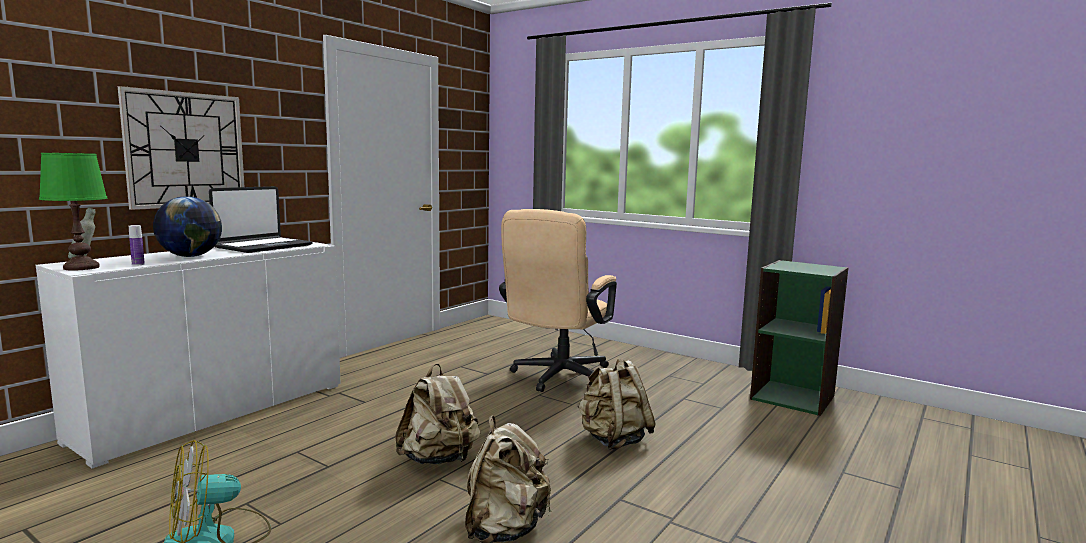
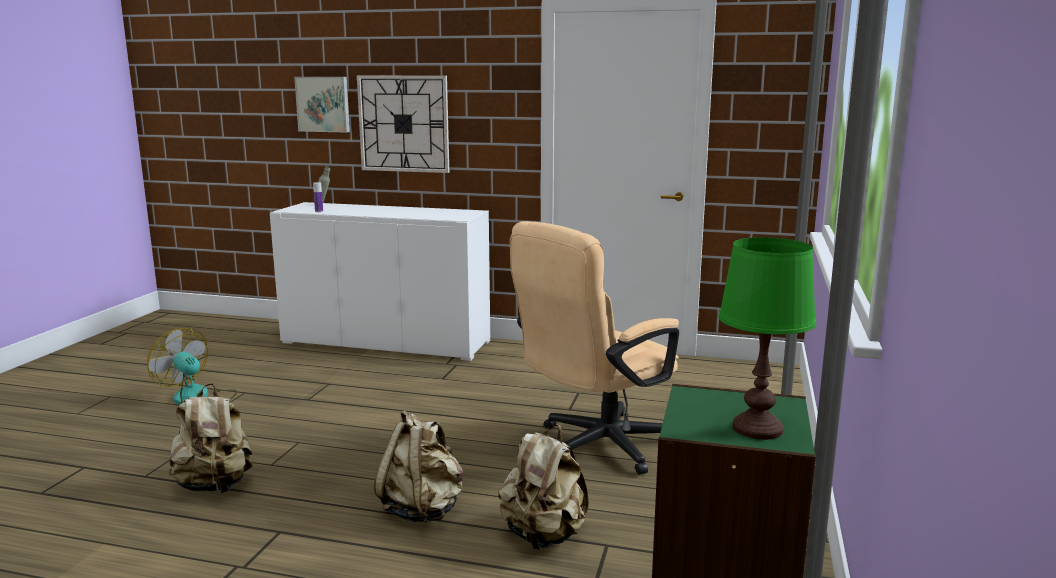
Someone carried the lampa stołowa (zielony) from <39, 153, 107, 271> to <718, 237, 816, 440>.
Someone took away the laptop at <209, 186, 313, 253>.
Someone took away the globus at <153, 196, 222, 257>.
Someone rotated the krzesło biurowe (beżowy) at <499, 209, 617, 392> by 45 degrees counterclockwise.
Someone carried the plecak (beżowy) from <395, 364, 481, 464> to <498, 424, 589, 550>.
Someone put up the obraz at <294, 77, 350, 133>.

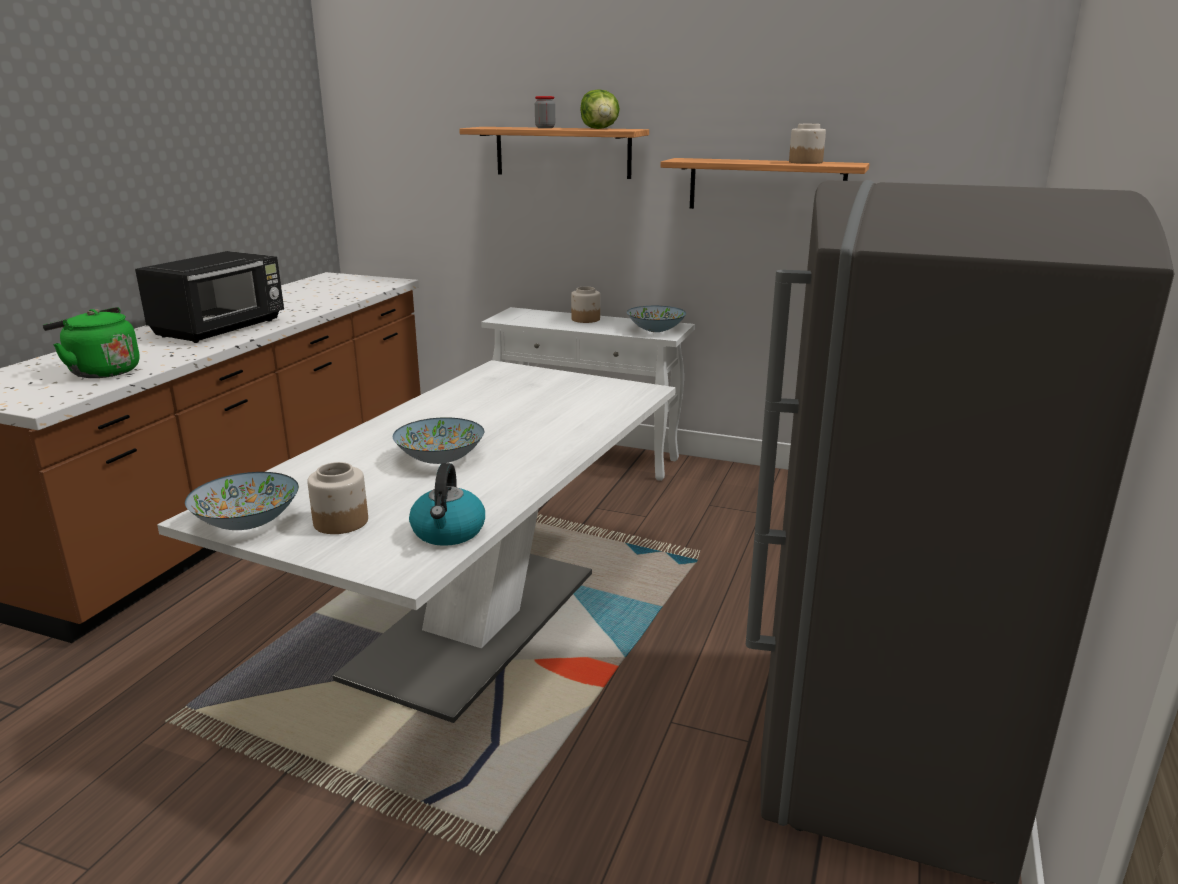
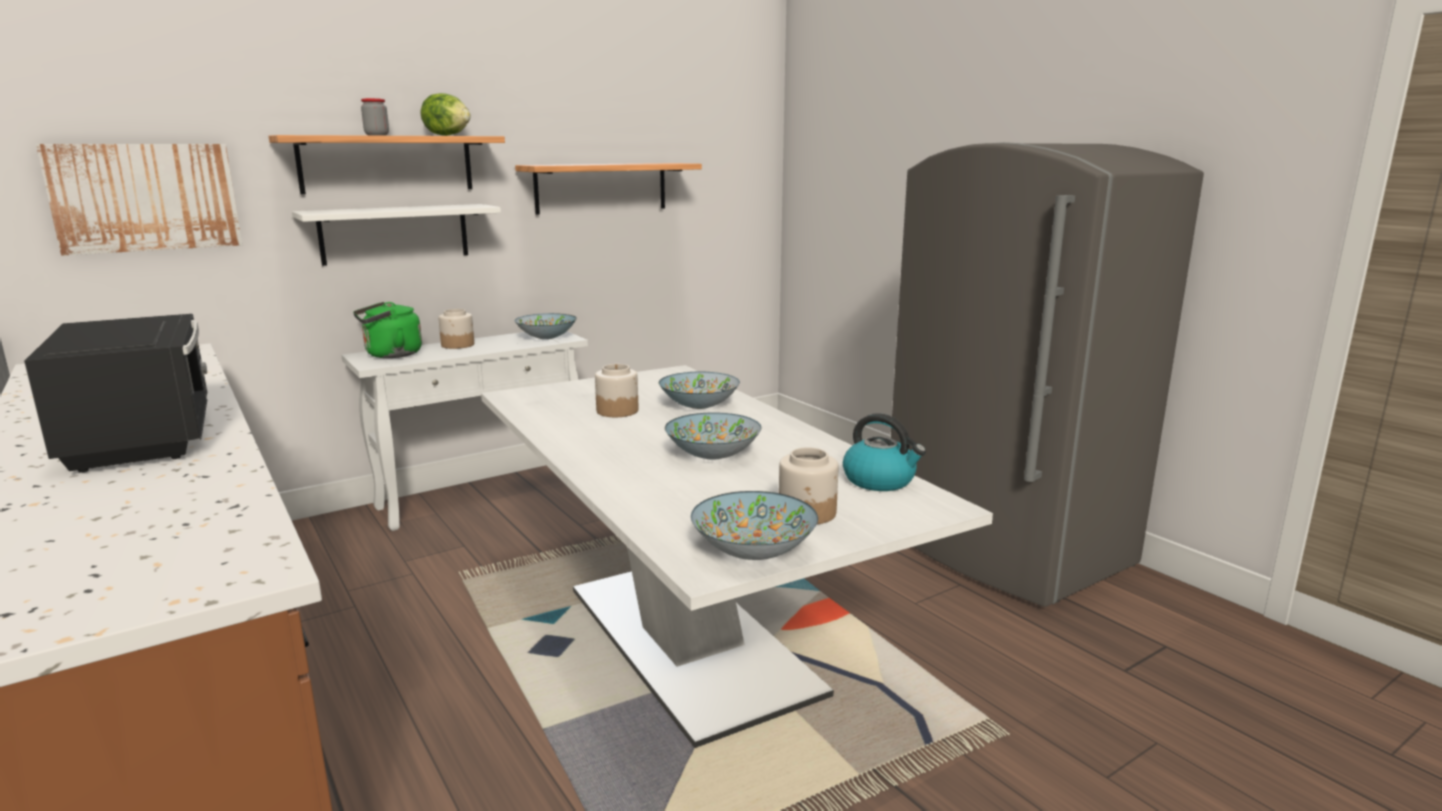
Someone carried the słoik from <789, 124, 826, 164> to <595, 364, 638, 417>.
Someone carried the czajnik (zielony) from <42, 307, 139, 378> to <353, 302, 422, 358>.
Someone put up the obraz at <36, 144, 242, 256>.
Someone put up the półka (biały) at <292, 204, 501, 266>.
Someone put down the miska at <659, 372, 740, 409>.

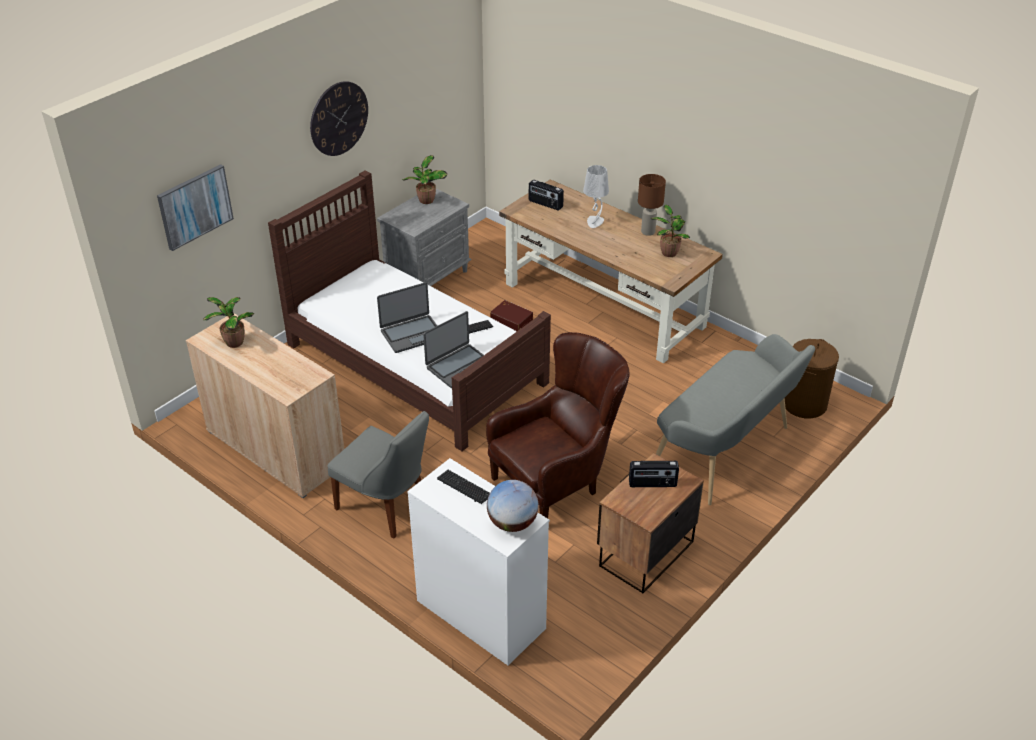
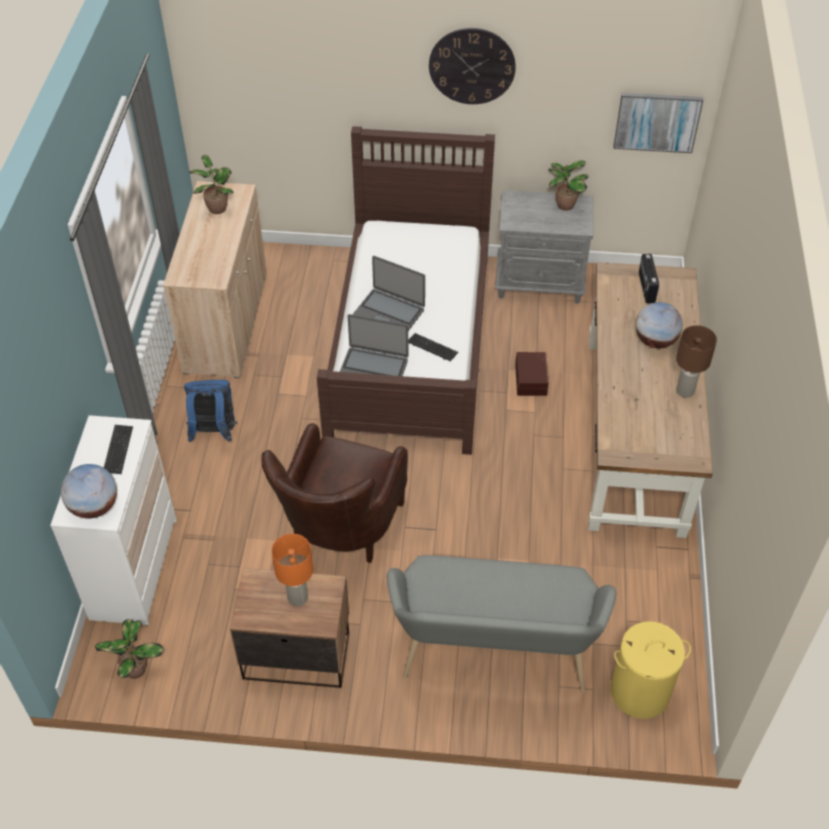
Someone carried the obraz from <157, 164, 234, 251> to <614, 93, 703, 153>.
Someone swapped the lampa stołowa (szary) at <583, 165, 609, 228> for the globus at <636, 302, 683, 348>.
Someone carried the roślina doniczkowa from <651, 205, 690, 257> to <95, 619, 164, 679>.
Someone rotated the fotel (brązowy) at <486, 332, 630, 518> by 90 degrees clockwise.
Someone repainted the kosz na pranie (brązowy) at <785, 339, 839, 419>, which became the kosz na pranie (żółty) at <610, 621, 691, 719>.
Someone swapped the krzesło (szary) at <328, 411, 429, 538> for the plecak (niebieski) at <184, 380, 237, 442>.
Someone swapped the radio at <629, 461, 679, 487> for the lampa stołowa (pomarańczowy) at <272, 534, 313, 606>.

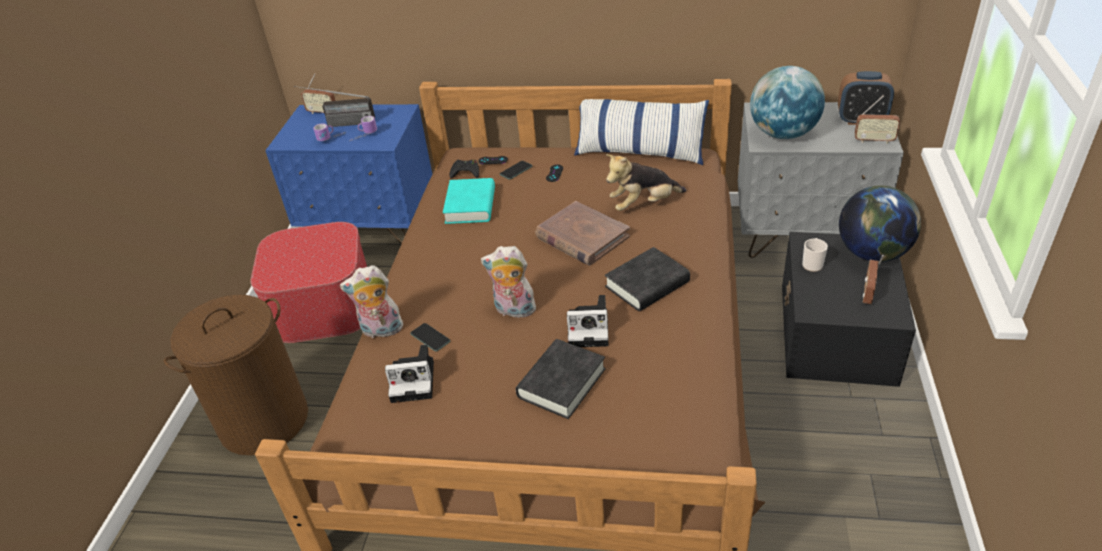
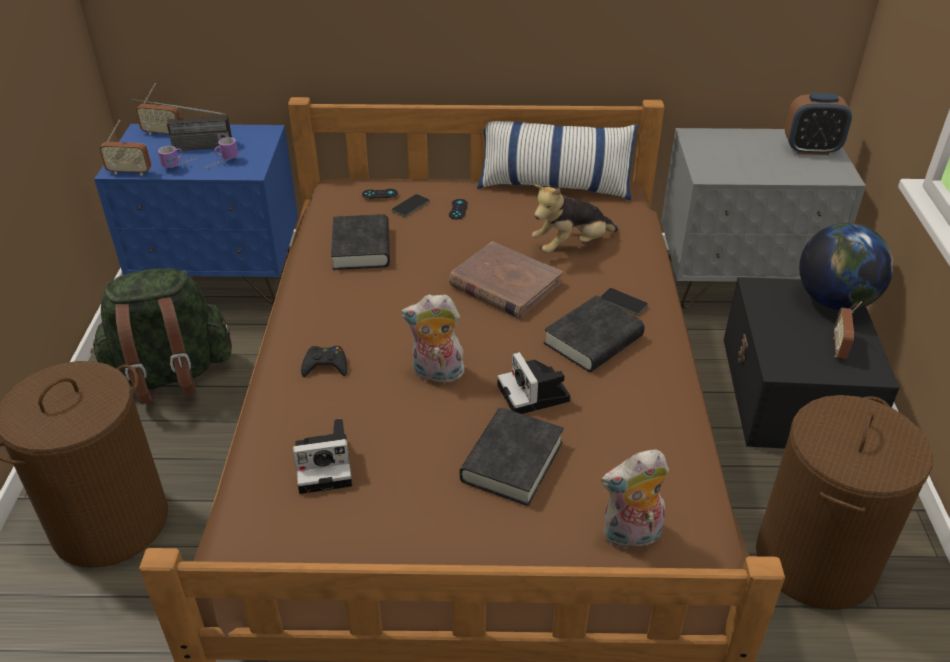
Someone took away the globus at <750, 66, 825, 139>.
Someone carried the radio from <855, 95, 900, 144> to <99, 120, 151, 176>.
Someone carried the pad do gier (czarny) from <449, 160, 479, 179> to <301, 346, 348, 377>.
Someone repainted the książka (turkusowy) at <443, 178, 495, 224>, which became the książka (czarny) at <331, 214, 390, 270>.
Someone swapped the pufa at <251, 222, 367, 343> for the plecak (zielony) at <90, 269, 232, 404>.
Someone took away the kubek at <802, 238, 828, 272>.
Someone carried the pluszak from <340, 265, 403, 338> to <601, 450, 669, 550>.
Someone rotated the aparat fotograficzny at <567, 295, 608, 347> by 75 degrees clockwise.
Someone carried the telefon from <411, 323, 450, 351> to <600, 288, 648, 315>.
Someone put down the kosz na pranie (brązowy) at <756, 395, 933, 610>.

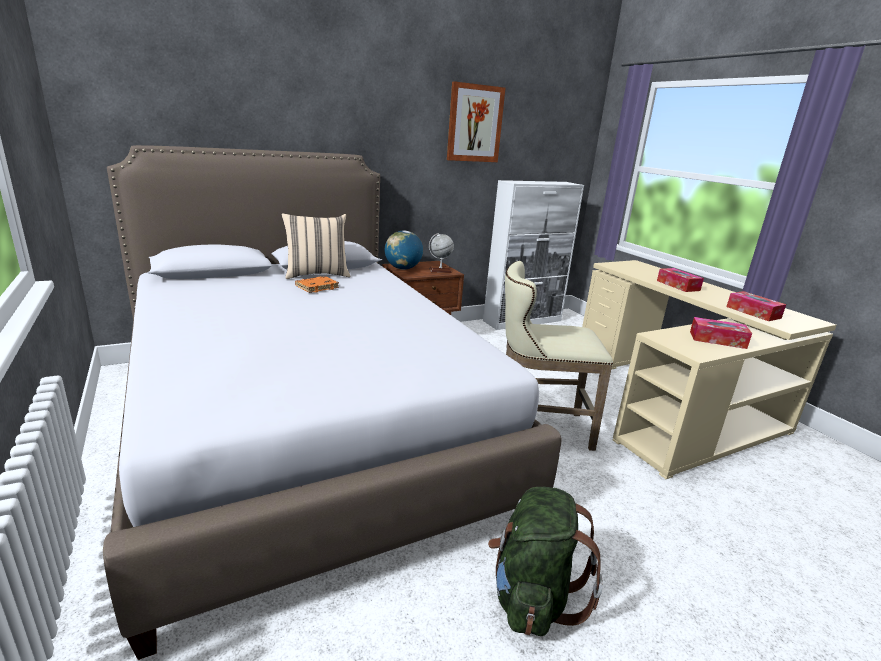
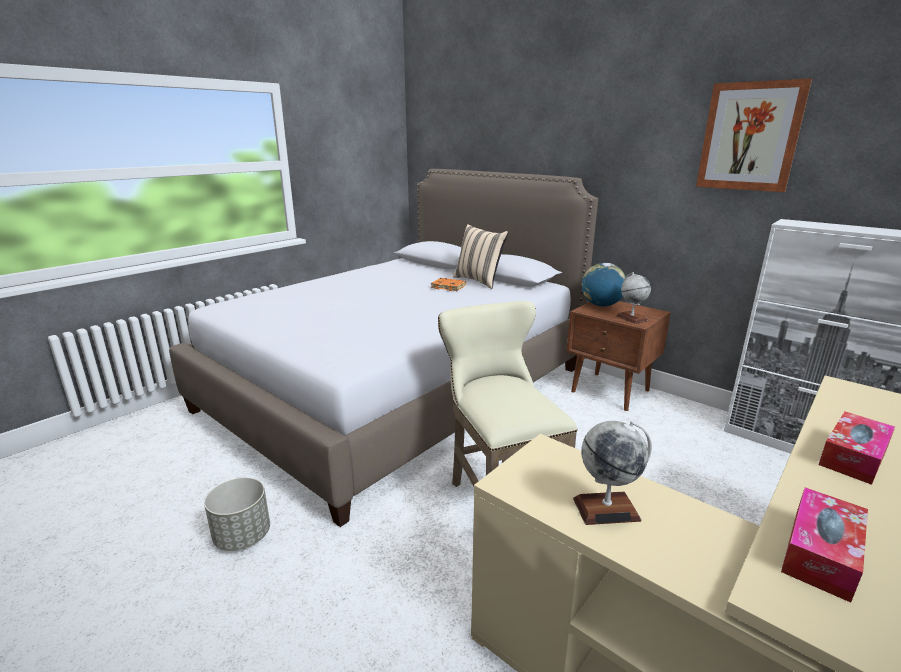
Someone swapped the pudełko chusteczek at <690, 317, 752, 349> for the globus at <573, 421, 652, 525>.
Someone swapped the plecak (zielony) at <488, 487, 603, 636> for the donica (szary) at <204, 477, 270, 551>.

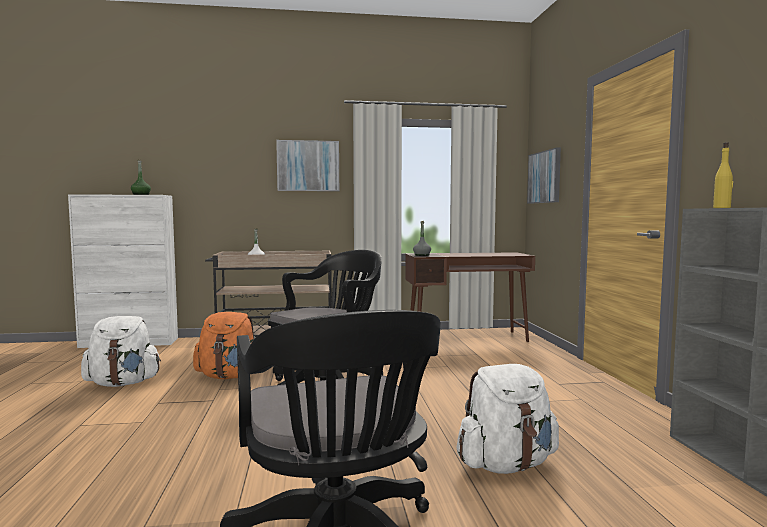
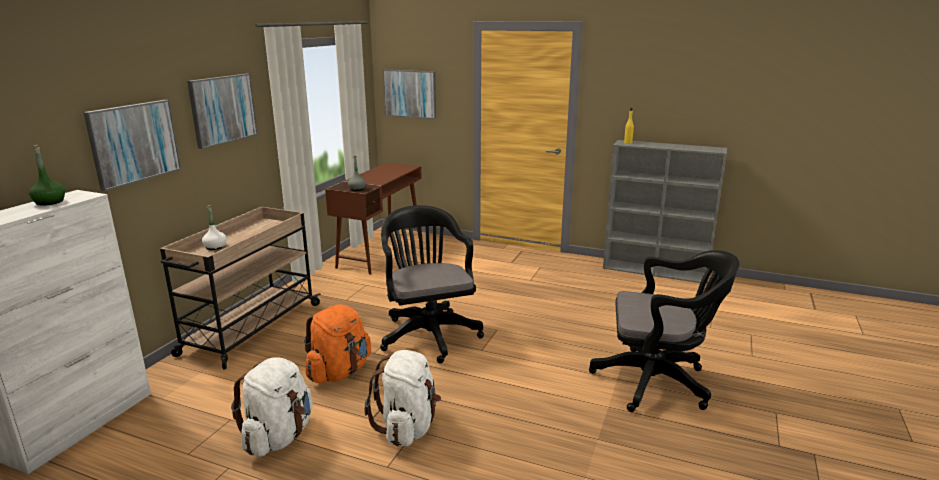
Someone carried the plecak (biały) from <457, 364, 559, 474> to <364, 350, 441, 446>.
Someone put up the obraz at <83, 100, 181, 191>.

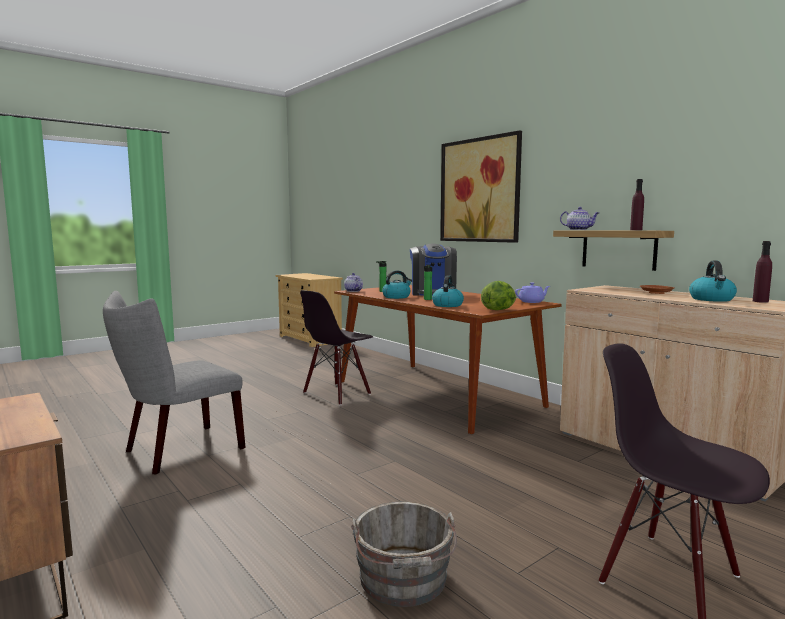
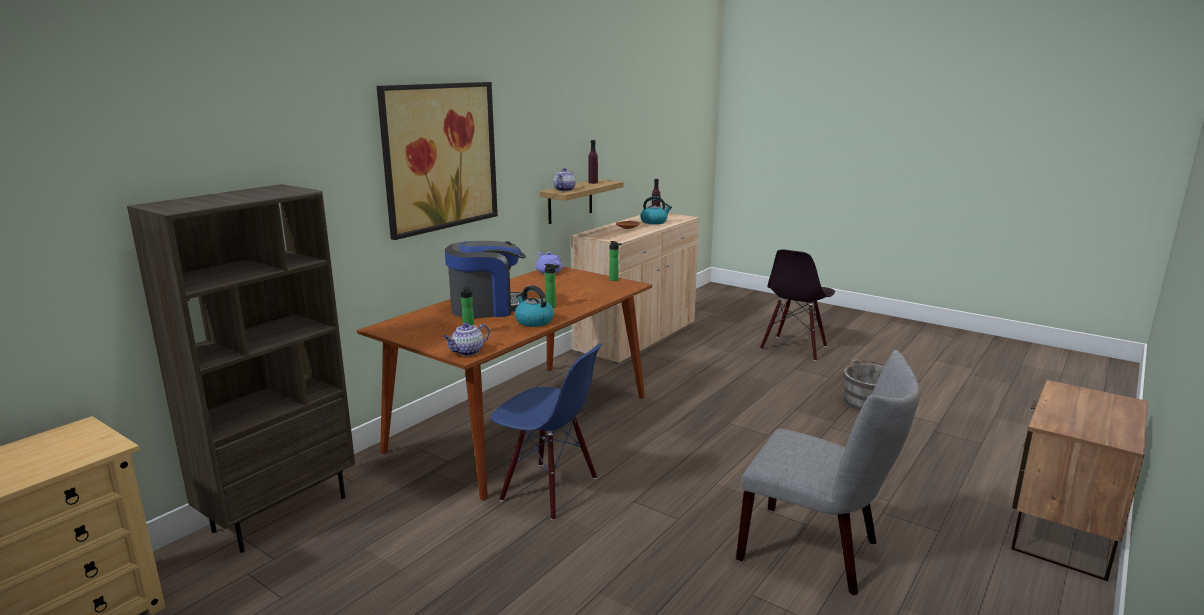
Someone took away the czajnik at <432, 275, 464, 307>.
Someone swapped the sałata at <481, 281, 516, 310> for the butelka at <609, 241, 622, 281>.
Someone repainted the krzesło (czarny) at <300, 290, 373, 405>, which became the krzesło (niebieski) at <491, 343, 602, 521>.
Someone put down the regał (brązowy) at <127, 184, 355, 553>.

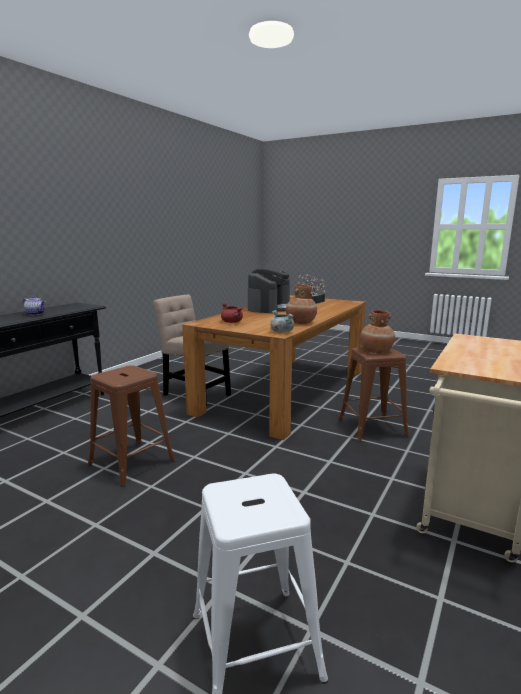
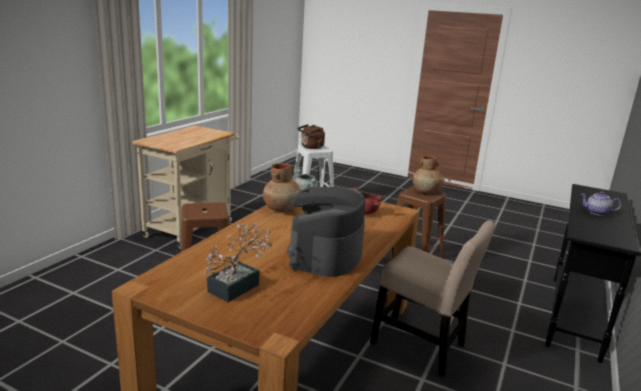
Someone carried the wazon (brązowy) from <360, 310, 395, 353> to <413, 156, 443, 194>.
Someone put down the czajnik (brązowy) at <297, 124, 325, 149>.

